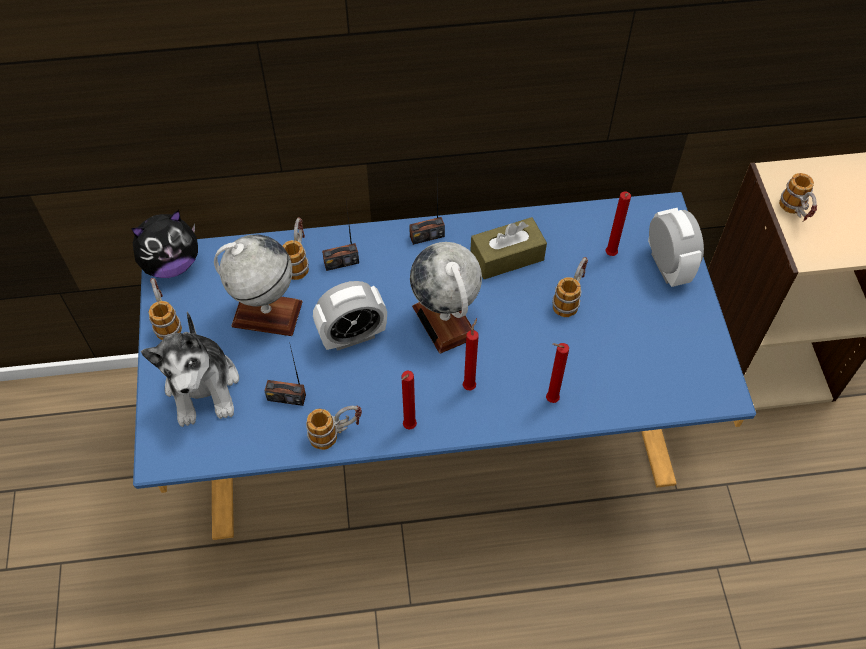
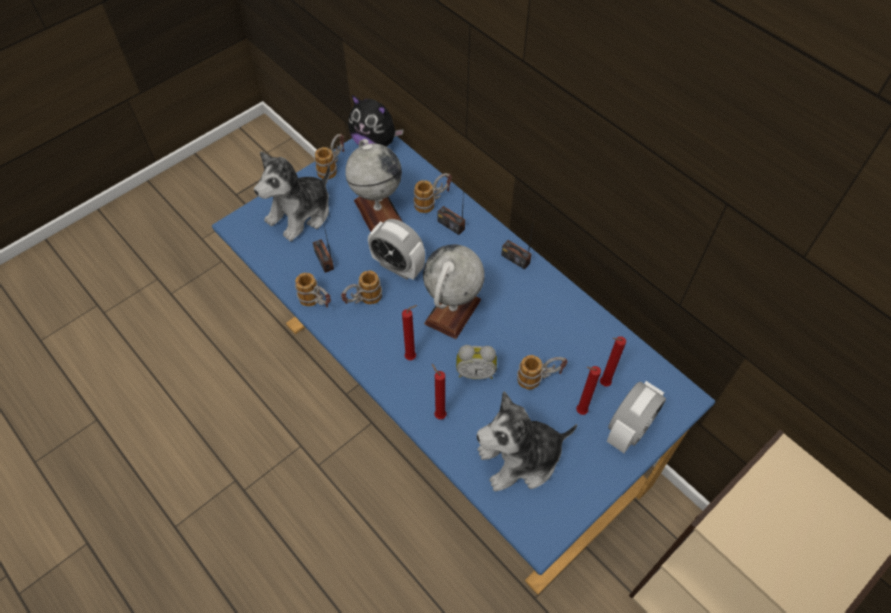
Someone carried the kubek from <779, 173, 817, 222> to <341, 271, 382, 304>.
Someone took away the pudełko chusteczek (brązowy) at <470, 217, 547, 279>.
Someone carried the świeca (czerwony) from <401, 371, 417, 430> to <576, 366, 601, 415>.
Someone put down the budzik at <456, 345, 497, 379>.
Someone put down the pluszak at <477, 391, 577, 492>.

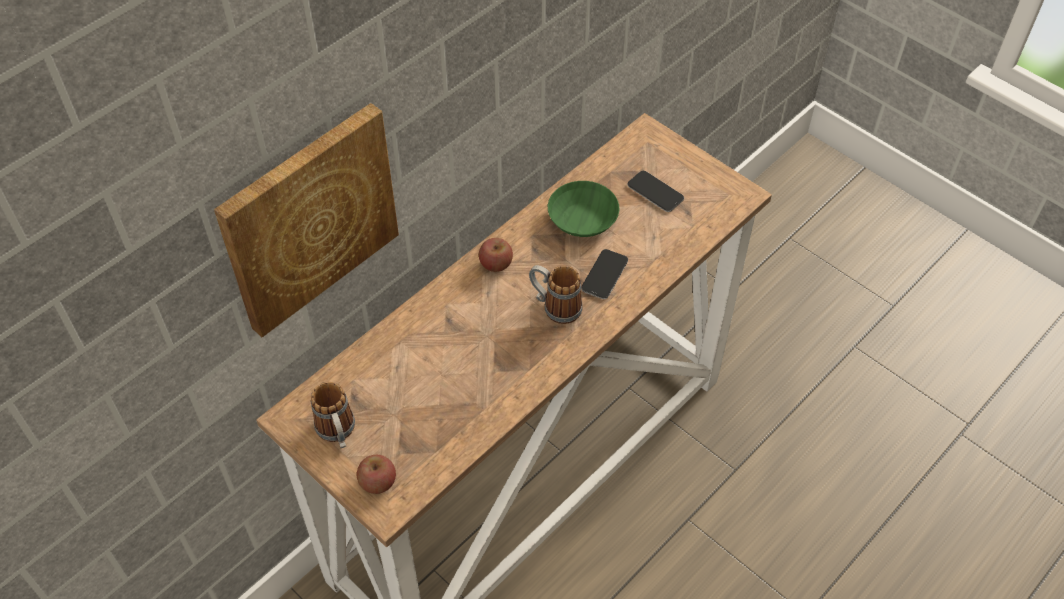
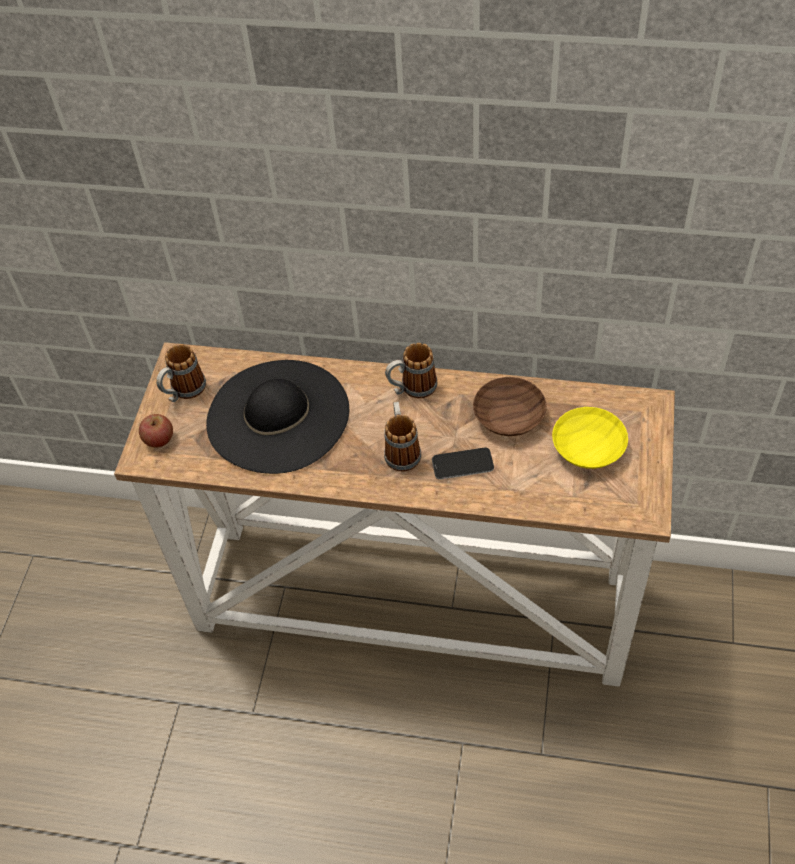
Someone took away the obraz at <214, 103, 399, 337>.
Someone swapped the telefon at <627, 171, 684, 212> for the miska (żółty) at <552, 407, 628, 469>.
Someone repainted the miska (zielony) at <548, 181, 619, 237>, which became the miska (brązowy) at <473, 377, 547, 436>.
Someone swapped the jabłko at <479, 238, 513, 272> for the kubek at <385, 343, 438, 398>.
Someone put down the kapelusz (czarny) at <206, 360, 349, 474>.

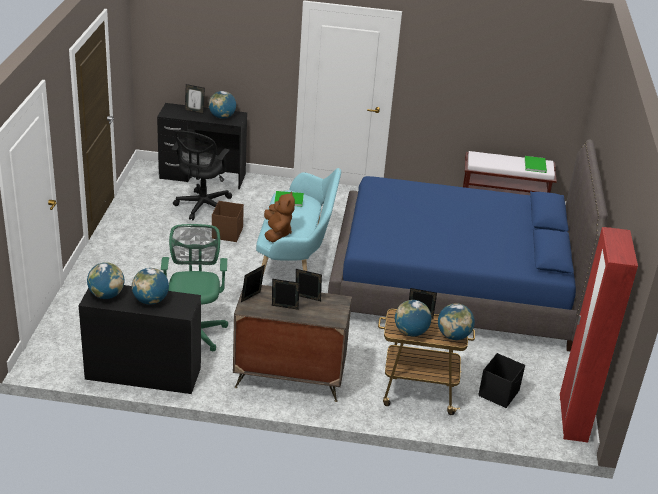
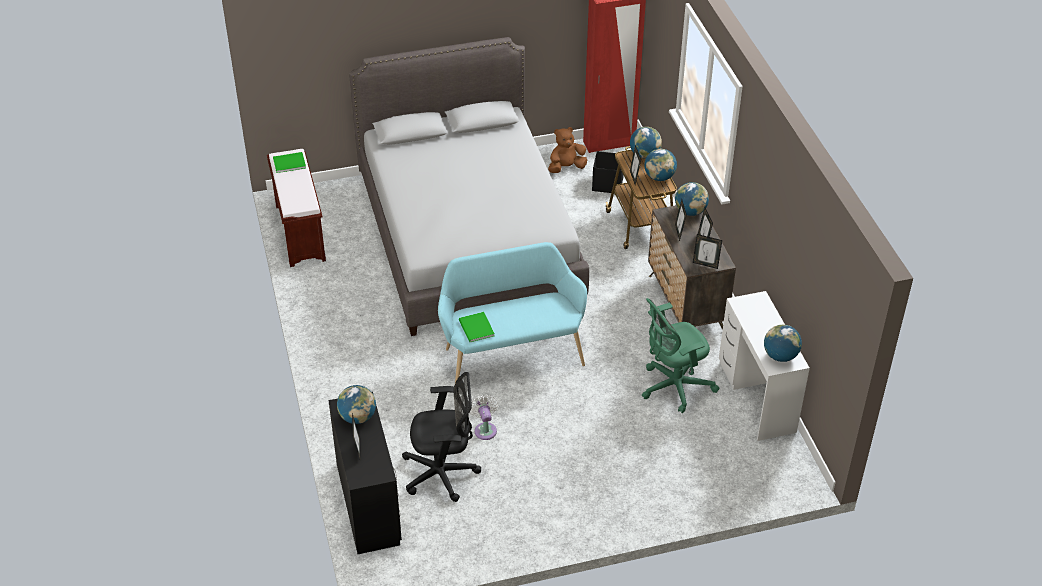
Someone repainted the łóżko (niebieski) at <328, 140, 608, 351>, which became the łóżko (szary) at <349, 37, 589, 336>.
Someone carried the pluszak (brązowy) from <264, 192, 295, 243> to <548, 127, 587, 173>.
Someone swapped the pojemnik do przechowywania (brązowy) at <212, 201, 244, 242> for the wentylator (biały) at <469, 395, 498, 440>.
Someone carried the globus from <132, 268, 169, 305> to <675, 182, 709, 216>.
Someone repainted the biurko (czarny) at <79, 285, 201, 394>, which became the biurko (biały) at <719, 291, 810, 441>.

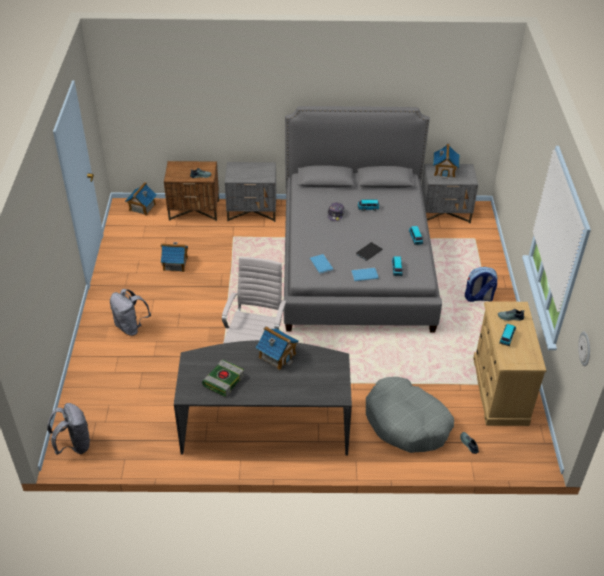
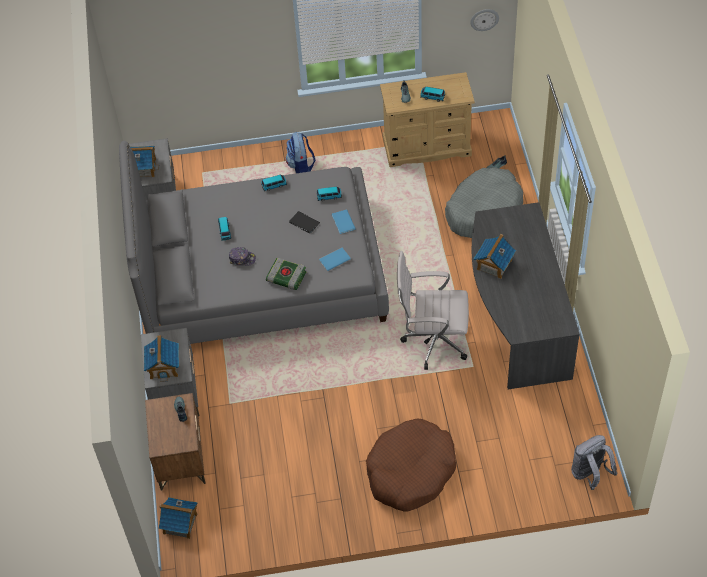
Someone carried the domek from <161, 242, 188, 272> to <144, 335, 179, 382>.
Someone swapped the plecak (szary) at <110, 289, 151, 336> for the legowisko (brązowy) at <366, 419, 456, 511>.
Someone carried the książka from <202, 360, 244, 397> to <266, 258, 306, 290>.

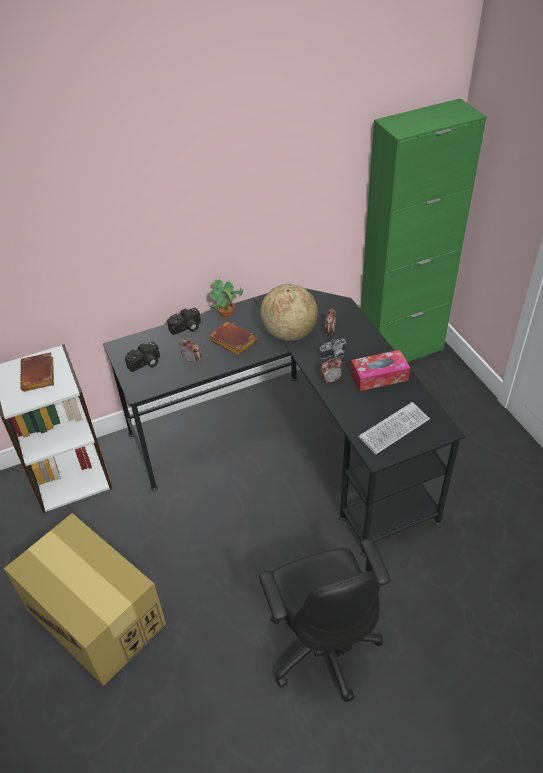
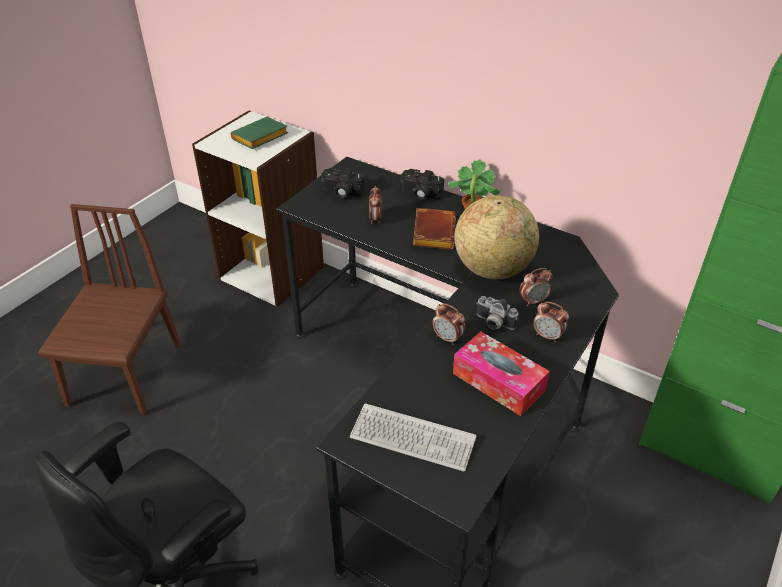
Someone repainted the książka (brązowy) at <20, 352, 54, 391>, which became the książka (zielony) at <231, 117, 288, 149>.
Someone swapped the karton at <4, 513, 166, 686> for the krzesło (brązowy) at <38, 204, 181, 416>.
Someone put down the budzik at <533, 302, 569, 342>.

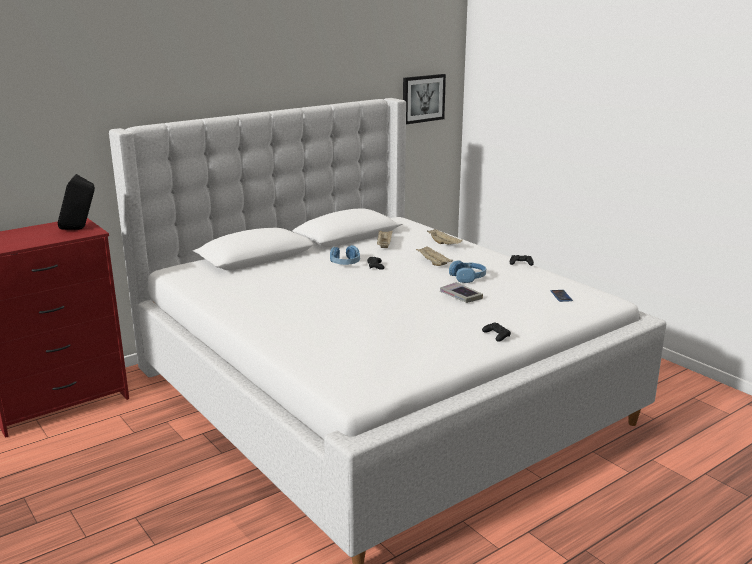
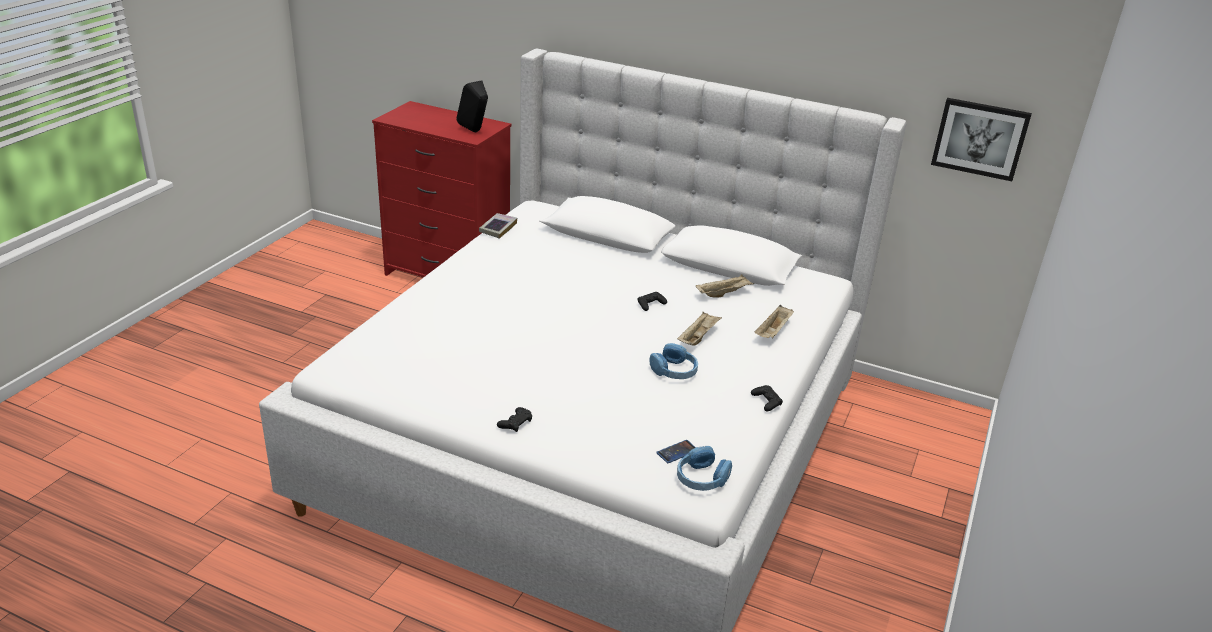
Someone carried the słuchawki (niebieski) from <330, 245, 360, 265> to <677, 446, 732, 491>.
Someone carried the książka from <440, 282, 483, 303> to <479, 213, 517, 239>.

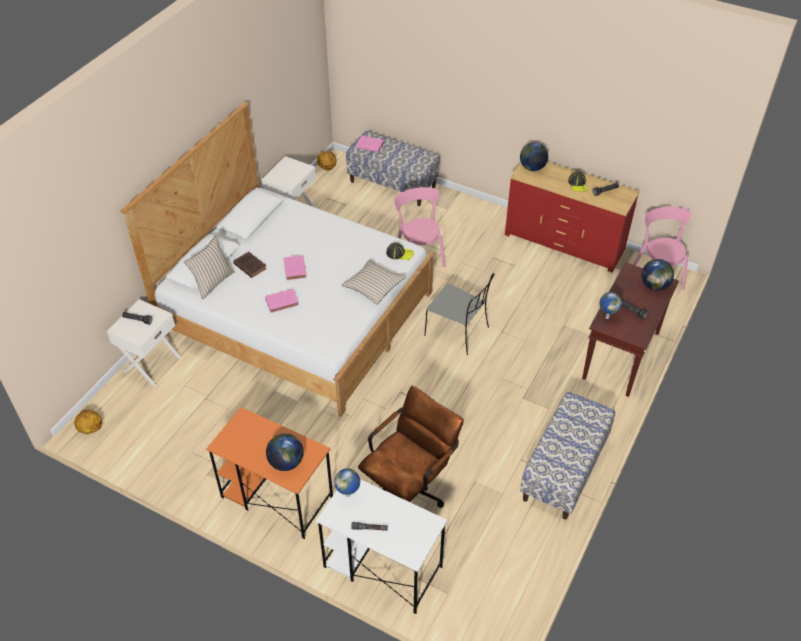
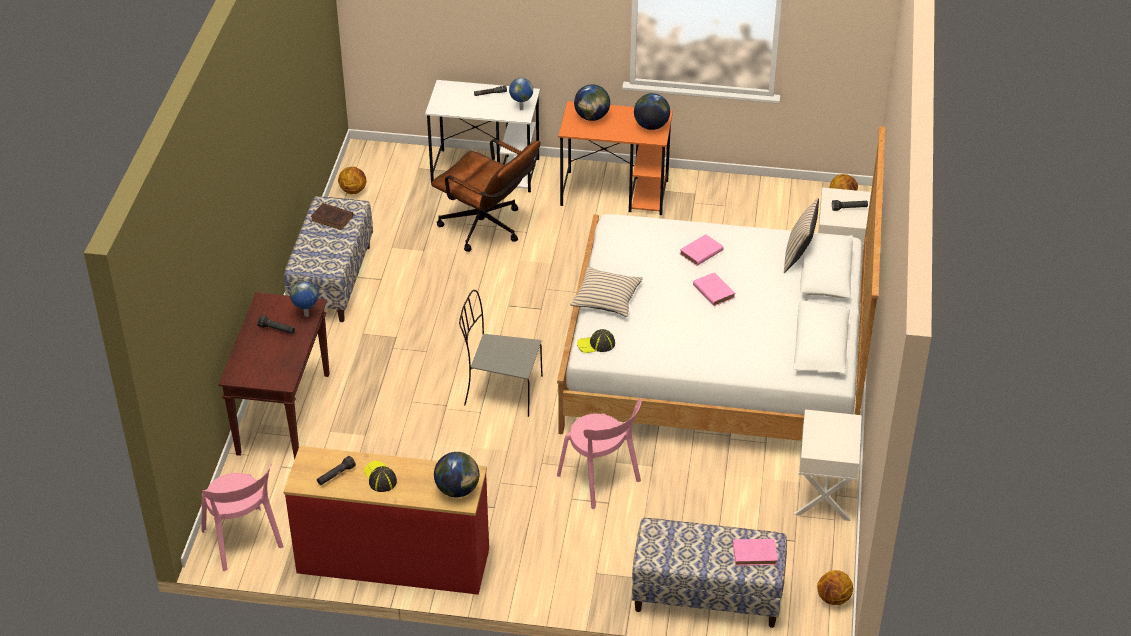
Someone carried the książka (brązowy) from <233, 252, 267, 278> to <311, 203, 353, 230>.
Someone carried the globus from <641, 259, 674, 291> to <634, 93, 670, 130>.
Someone rotated the krzesło biurowe (brązowy) at <358, 386, 464, 508> by 75 degrees counterclockwise.
Someone put down the piłka do koszykówki at <338, 167, 366, 195>.

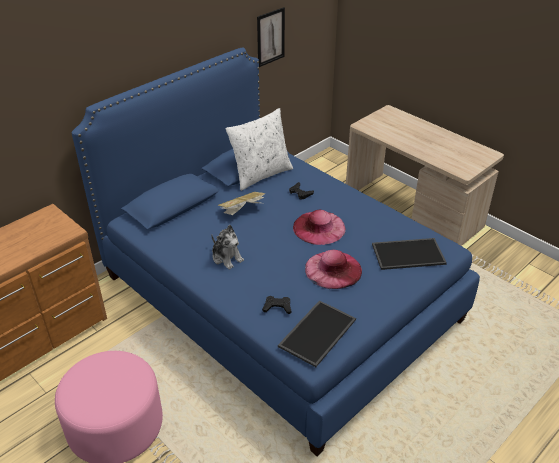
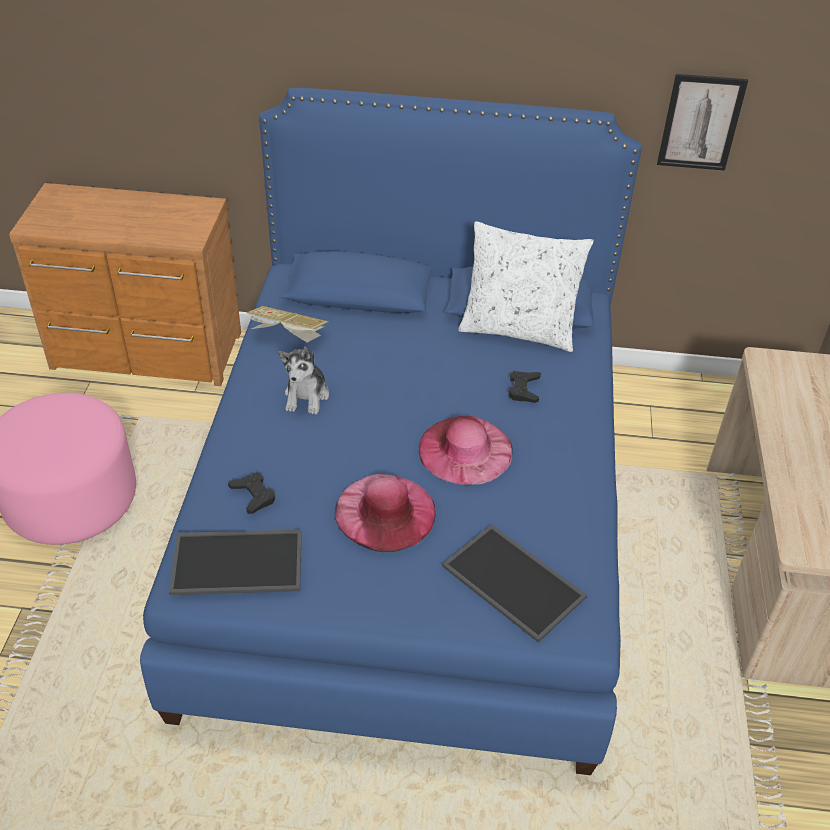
Someone carried the książka from <218, 192, 265, 215> to <246, 306, 329, 342>.

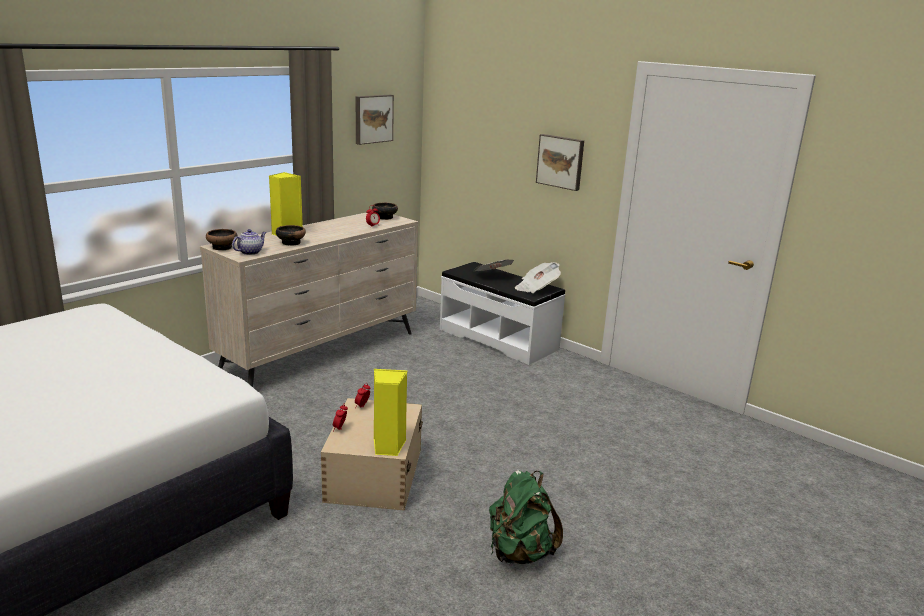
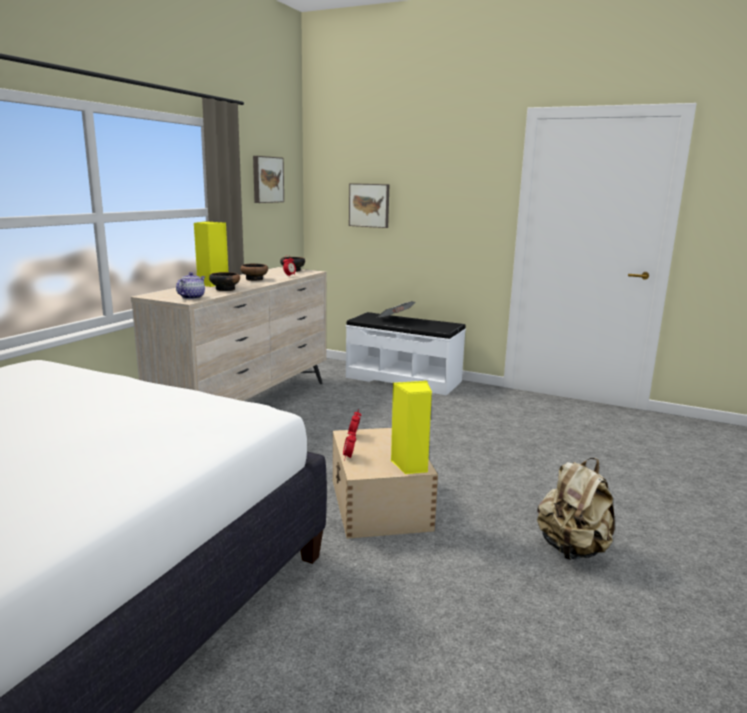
Someone carried the obraz from <536, 134, 584, 191> to <349, 183, 389, 228>.
Someone carried the miska from <206, 229, 237, 250> to <240, 264, 268, 281>.
Someone took away the gazeta at <515, 262, 561, 293>.
Someone repainted the plecak (zielony) at <489, 470, 563, 564>, which became the plecak (beżowy) at <537, 458, 615, 560>.

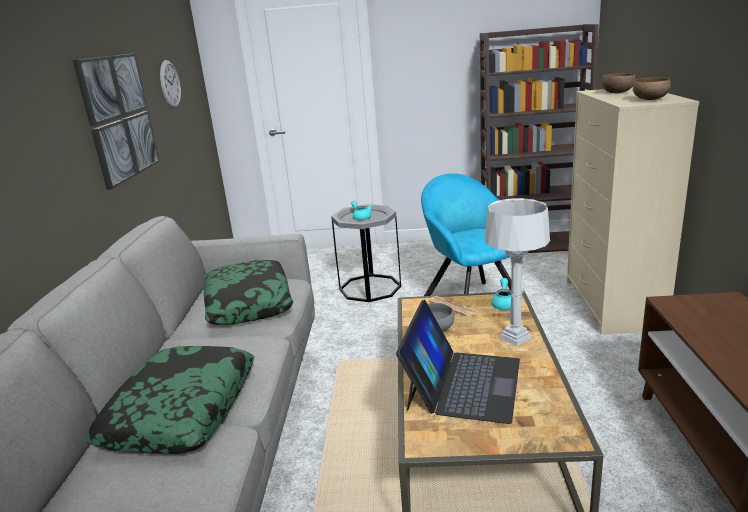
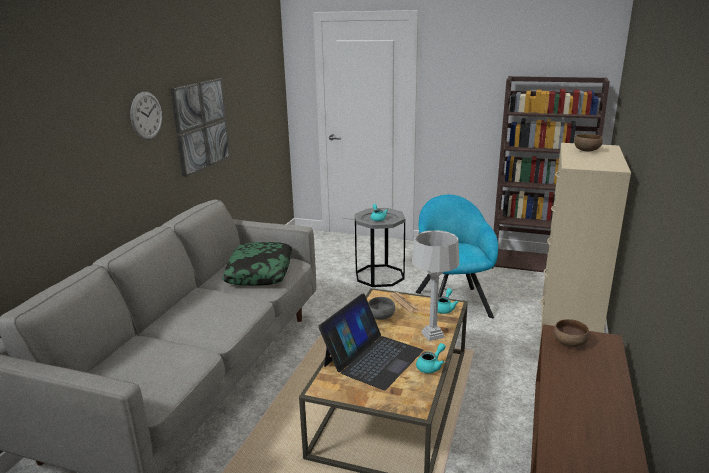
Someone carried the zegar ścienny from <160, 60, 181, 108> to <130, 92, 162, 140>.
Someone carried the miska (brązowy) from <633, 77, 671, 100> to <553, 319, 589, 347>.
Someone took away the poduszka at <85, 346, 254, 454>.
Someone put down the imbryk (turkusowy) at <416, 343, 446, 373>.

